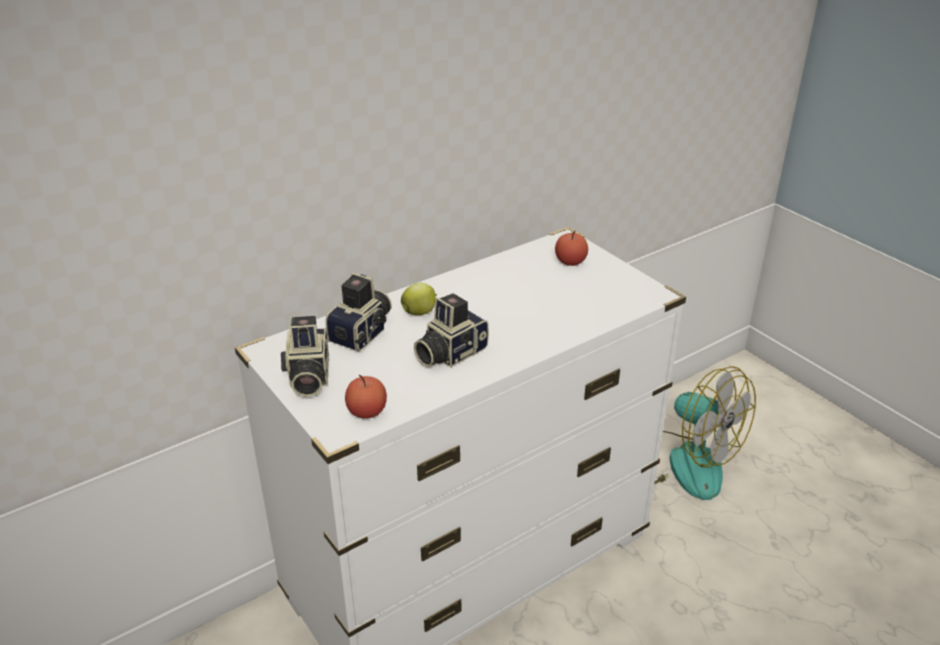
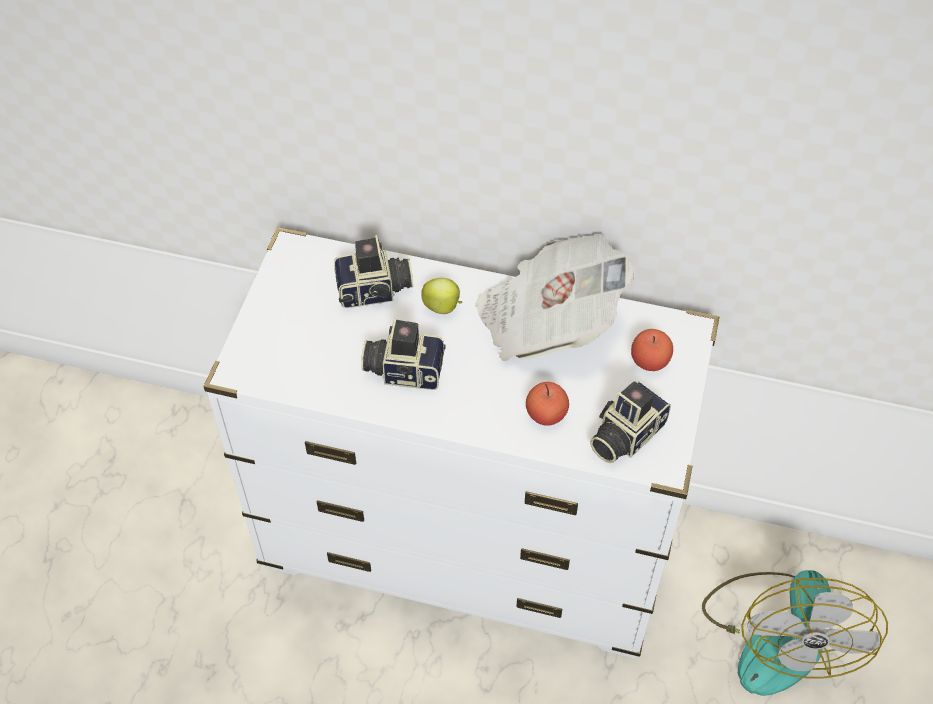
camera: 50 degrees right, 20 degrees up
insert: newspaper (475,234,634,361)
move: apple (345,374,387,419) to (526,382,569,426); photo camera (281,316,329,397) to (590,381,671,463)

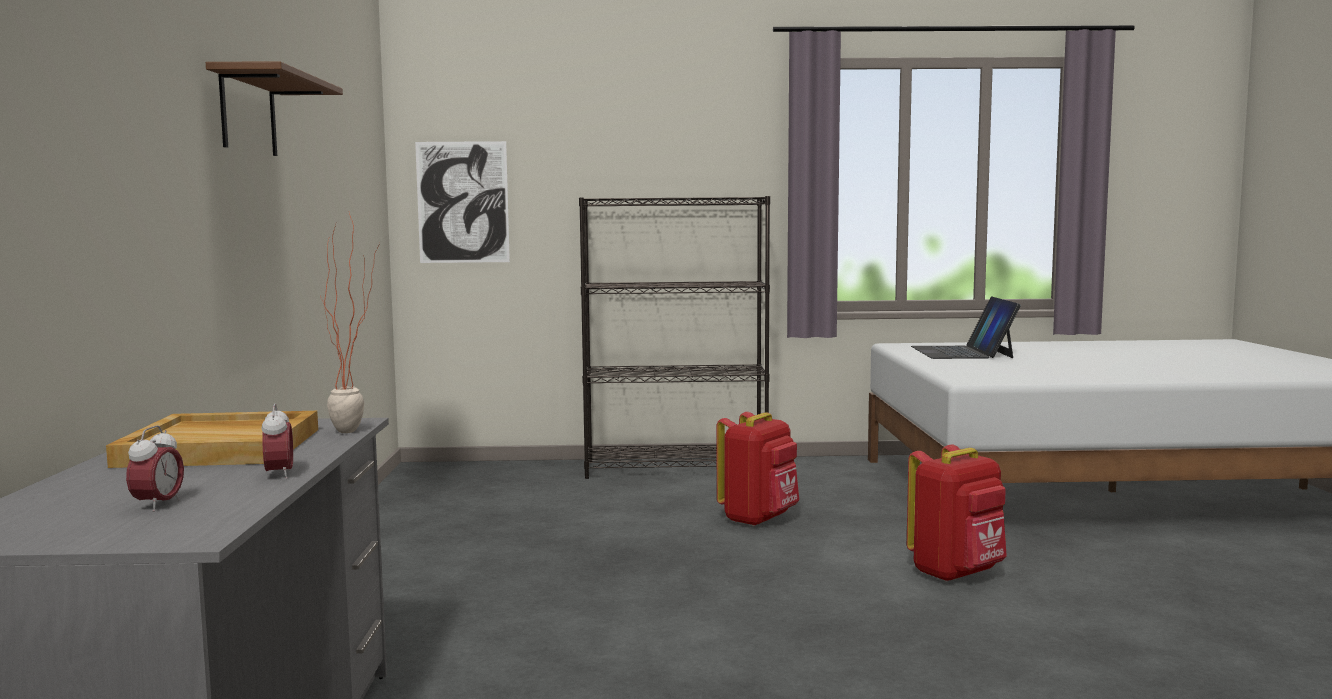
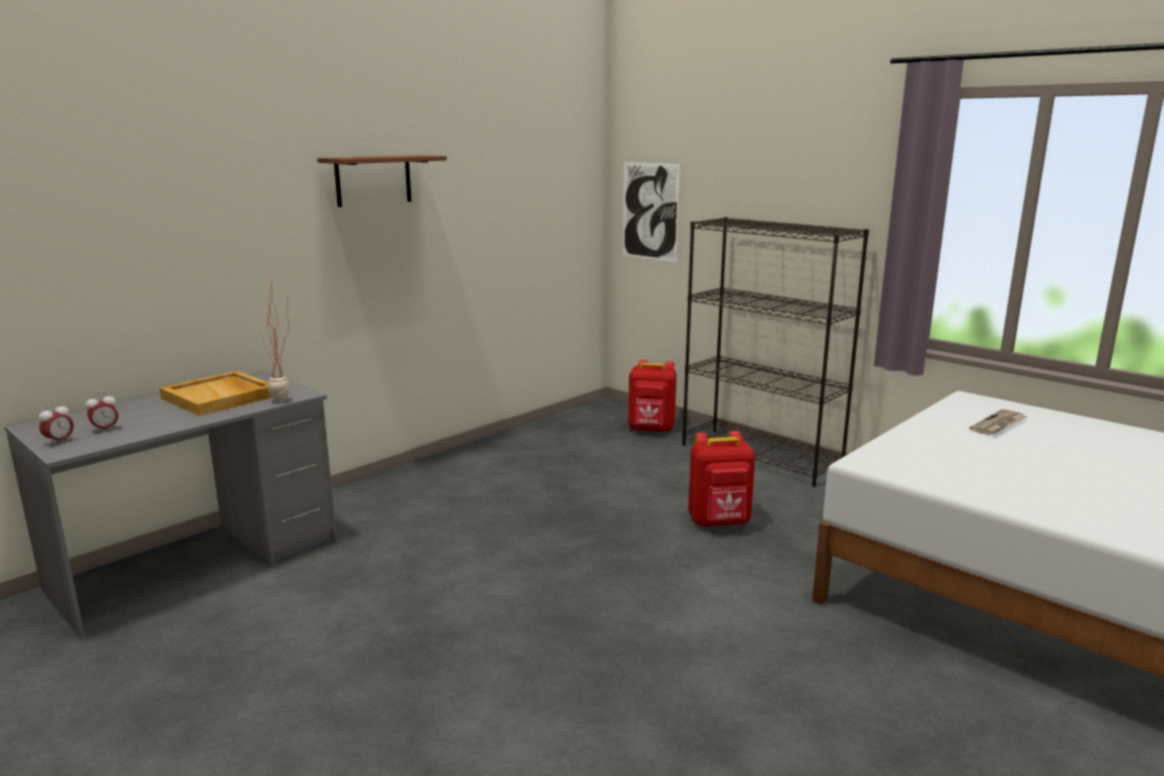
camera: 45 degrees right, 10 degrees up
move: alarm clock (262,403,293,479) to (39,403,74,446); backpack/red (907,445,1007,582) to (628,360,677,433)
replace: laptop (911,296,1021,359) to newspaper (969,409,1028,435)

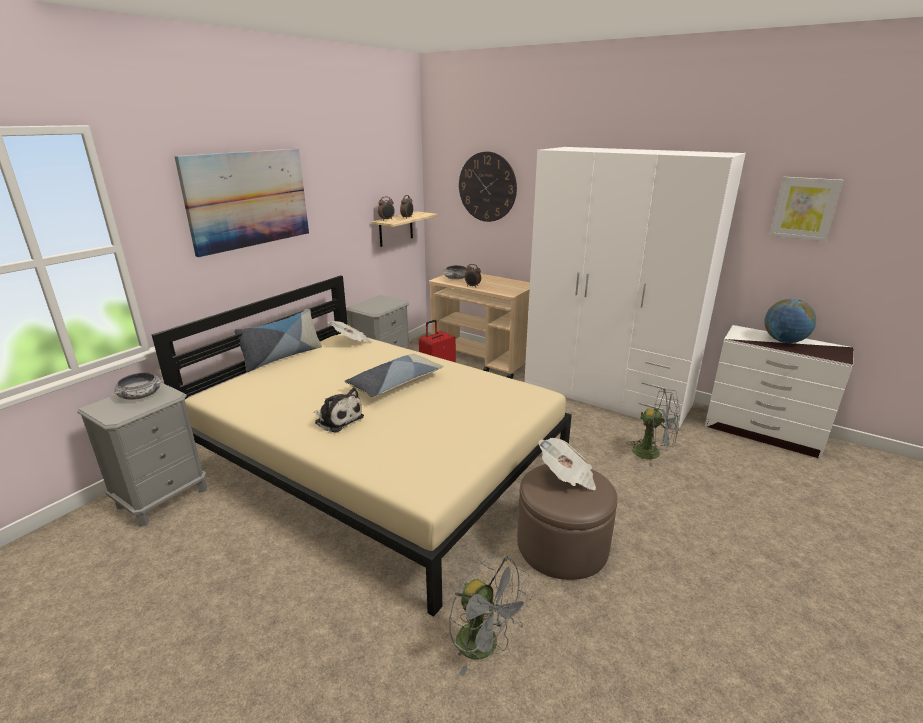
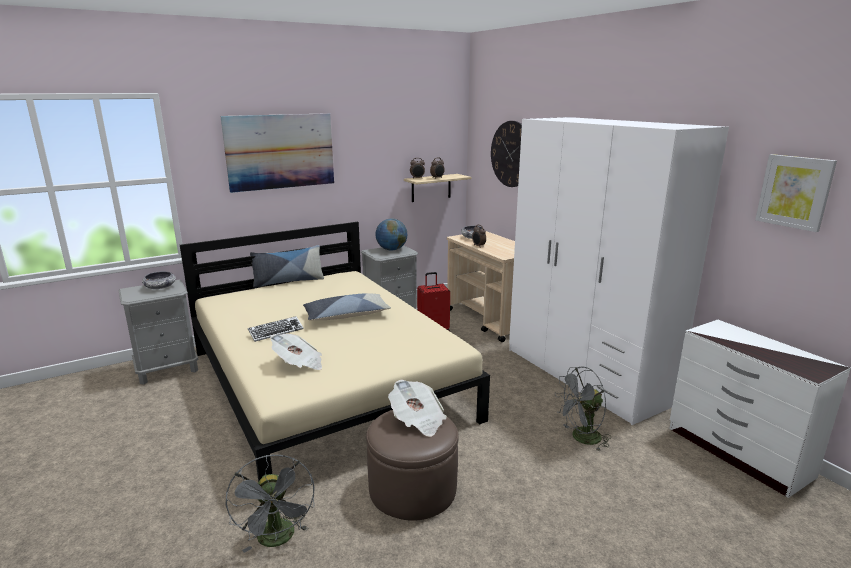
camera: 25 degrees right, 5 degrees down
move: newspaper (328,321,372,342) to (270,334,322,370); globe (764,299,816,343) to (375,218,407,251)
replace: plush toy (314,388,364,433) to keyboard (248,316,304,342)
rotate: fan/grey (628,388,680,467) = (555,367,611,451) 105 degrees clockwise

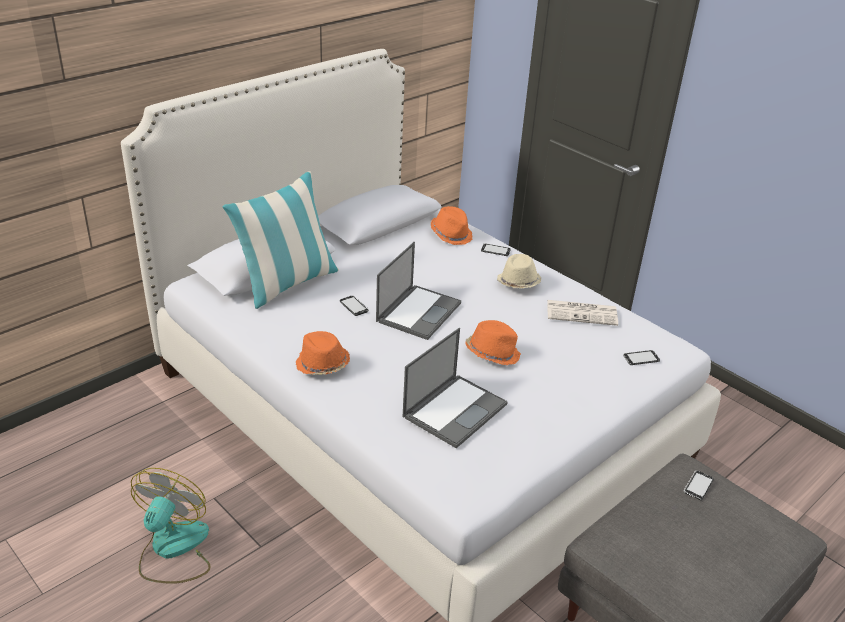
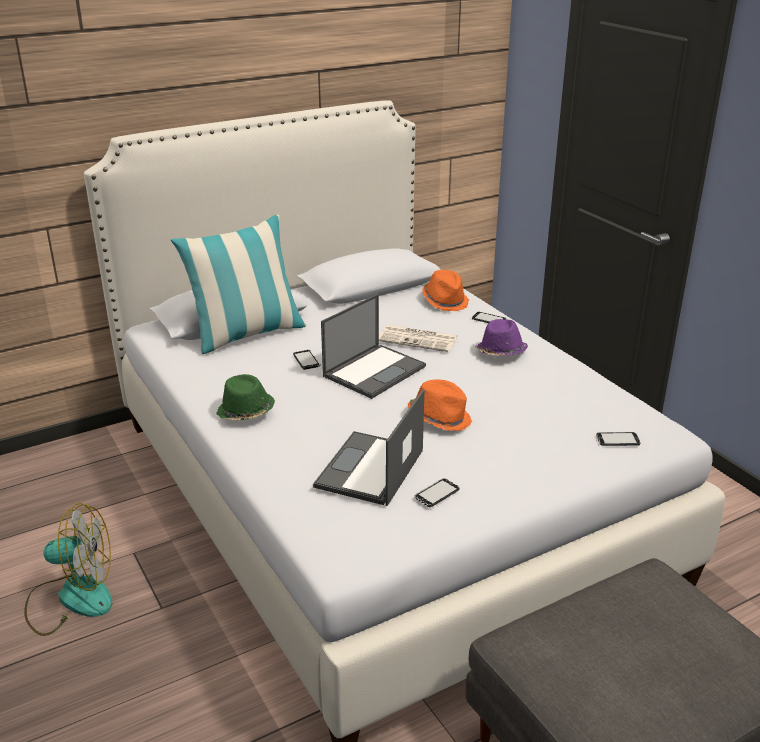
camera: 15 degrees right, 5 degrees down
move: newspaper (547,300,618,326) to (379,325,457,352); phone (684,470,714,500) to (414,478,459,507)
recolor: hat/orange (295,331,350,375) to hat/green (216,374,275,420); hat/beige (497,254,541,288) to hat/purple (475,319,528,356)
rotate: fan (131,468,211,584) = (24,503,112,636) 60 degrees clockwise; laptop (403,328,508,448) = (313,389,425,506) 150 degrees clockwise

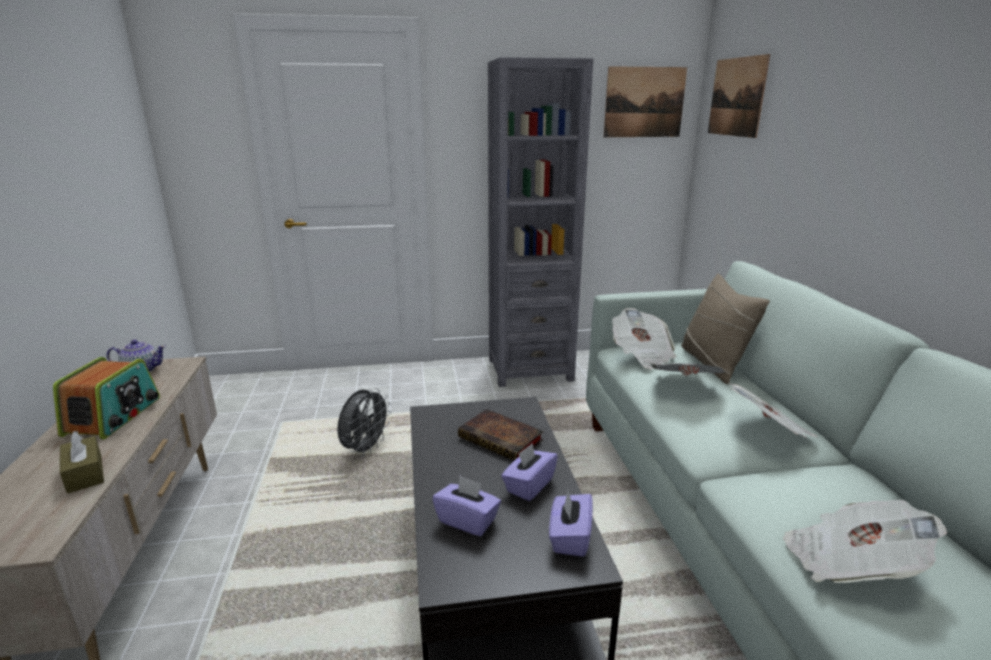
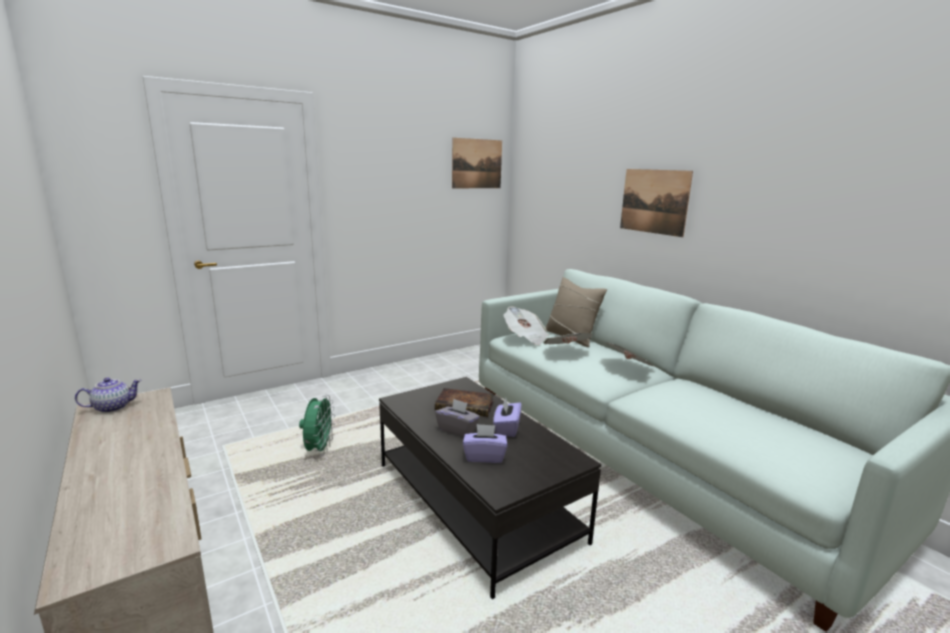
camera: 25 degrees left, 5 degrees down
delete: radio (53,357,160,439); tissue box/brown (60,431,104,493); bookcase/grey (488,57,593,387); tissue box/purple (549,491,593,557); newspaper (783,500,947,583)
insert: tissue box/grey (435,399,480,437)
move: picture (708,54,770,138) to (620,169,693,237)
recolor: fan/grey (337,388,392,457) to fan/green (299,395,335,455)

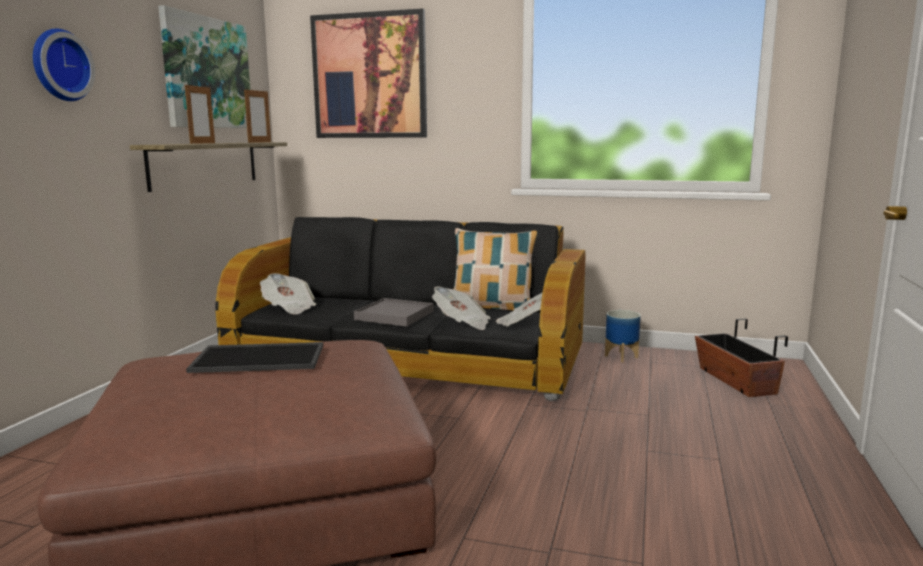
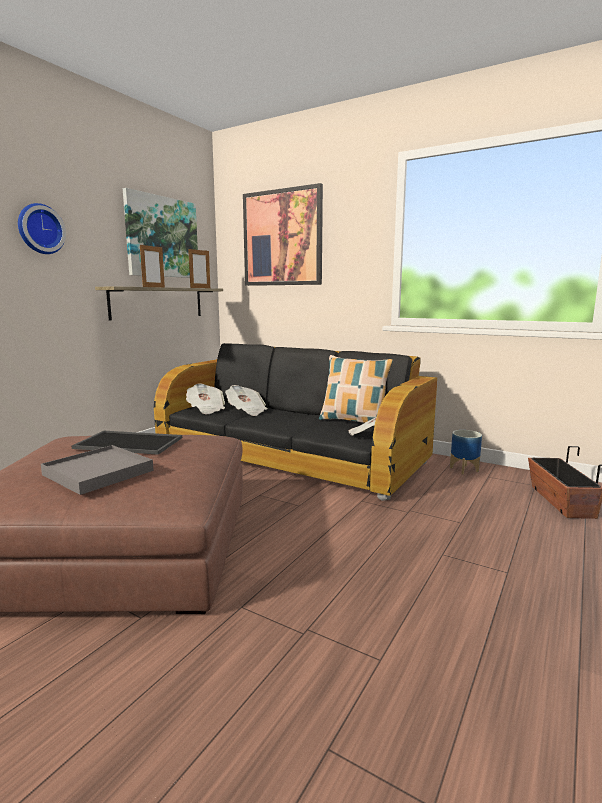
camera: 15 degrees right, 0 degrees up
move: tray/grey (354,298,434,327) to (41,445,154,495); newspaper (432,286,491,330) to (225,385,268,416)

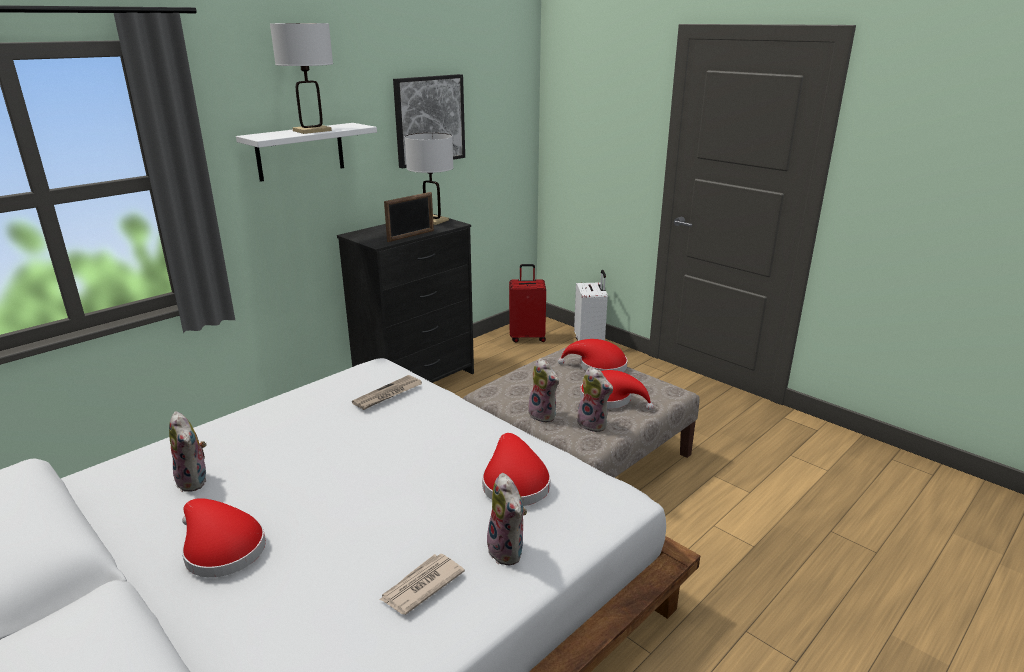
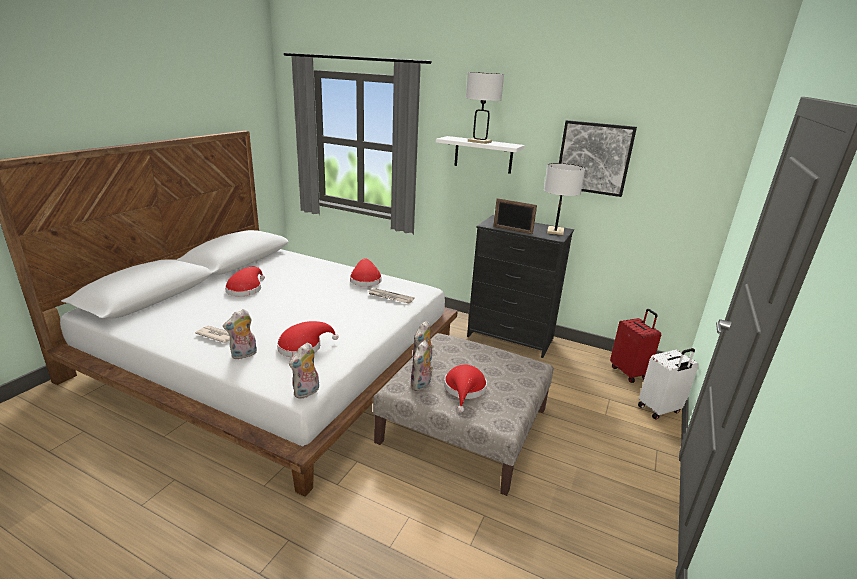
camera: 70 degrees right, 0 degrees up
move: plush toy (169,411,206,492) to (289,342,319,399); hat/red (558,339,628,372) to (350,258,382,287)

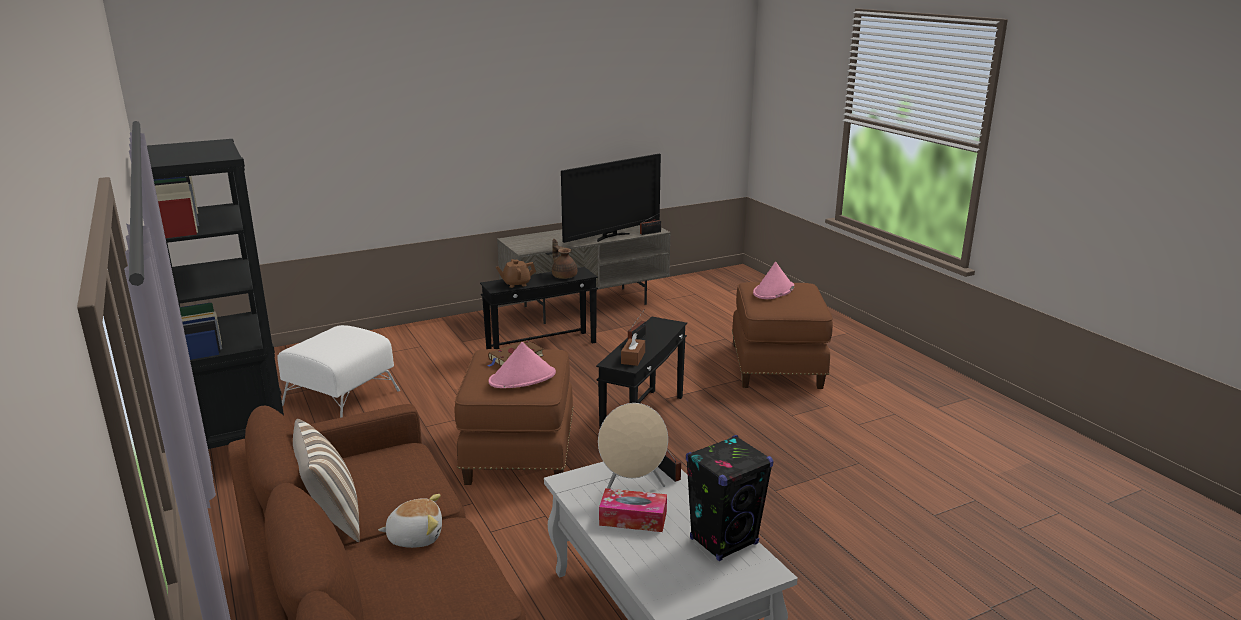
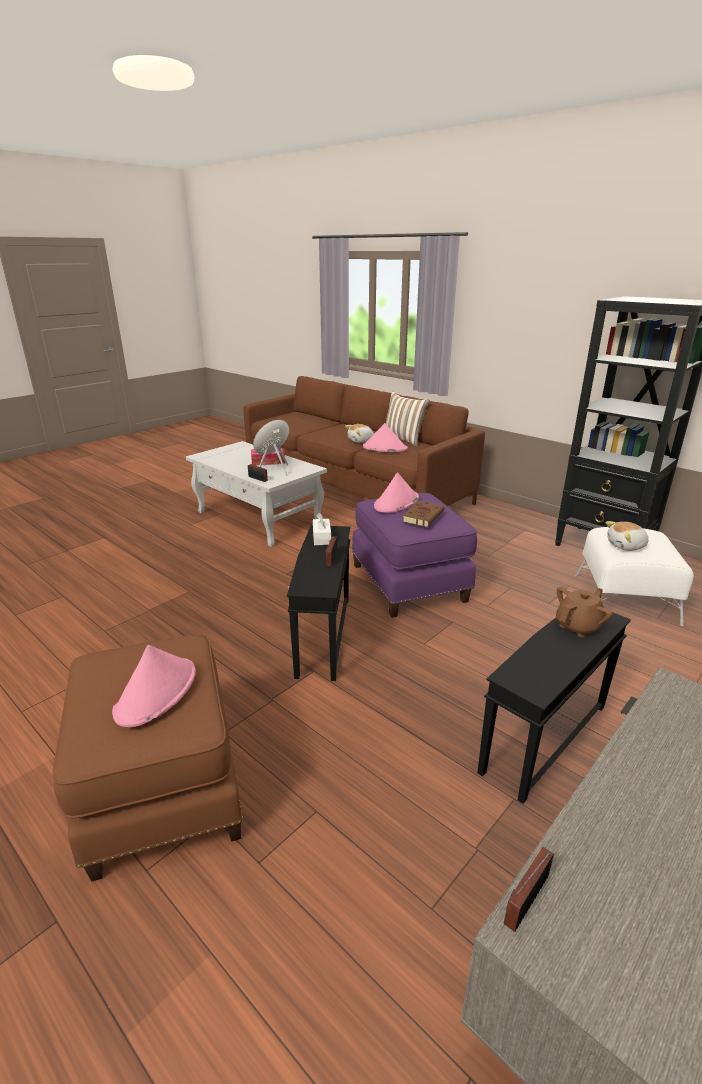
camera: 160 degrees right, 5 degrees up
delete: teapot/brown (552,239,577,279); television (561,154,661,243); speaker/black (686,435,773,561)
insert: hat/pink (363,423,408,452); plush toy (606,521,648,551)
recolor: tissue box/brown (621,333,645,366) to tissue box/white (313,513,331,545); ottoman/brown (454,349,573,485) to ottoman/purple (352,493,477,618)

